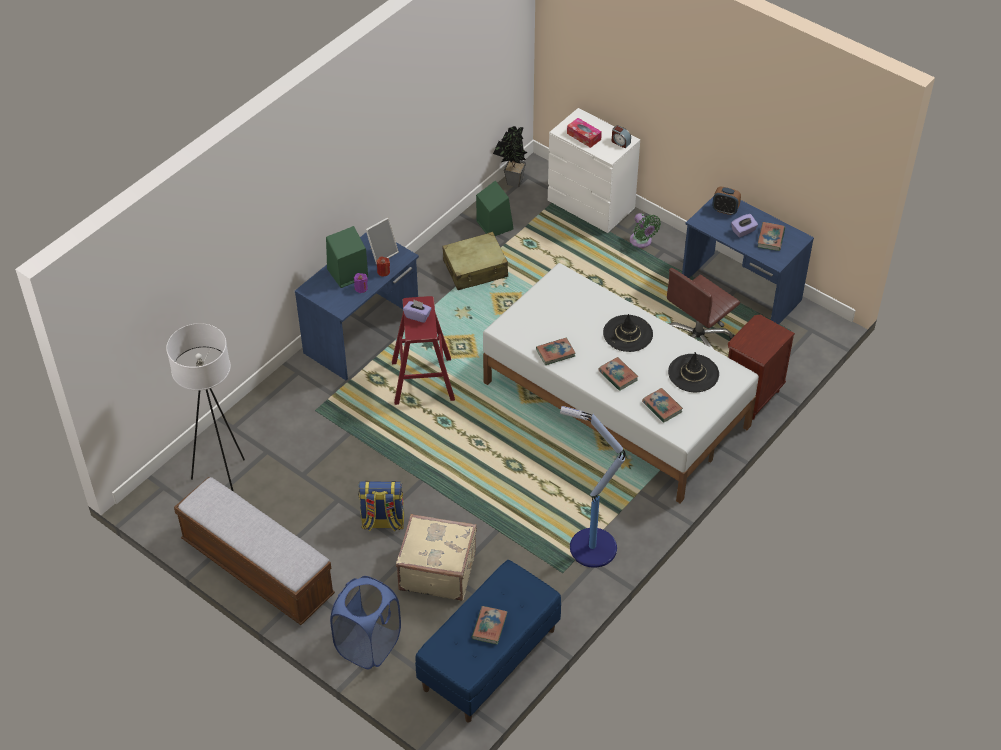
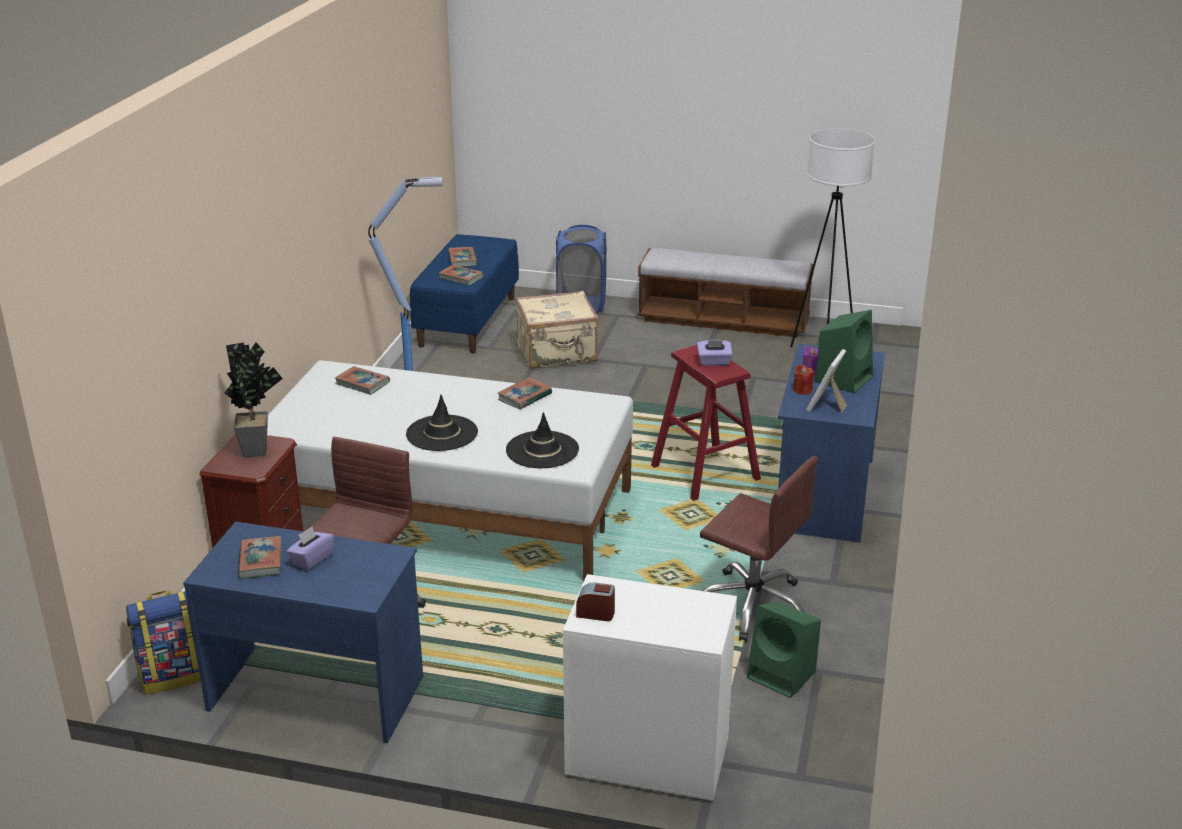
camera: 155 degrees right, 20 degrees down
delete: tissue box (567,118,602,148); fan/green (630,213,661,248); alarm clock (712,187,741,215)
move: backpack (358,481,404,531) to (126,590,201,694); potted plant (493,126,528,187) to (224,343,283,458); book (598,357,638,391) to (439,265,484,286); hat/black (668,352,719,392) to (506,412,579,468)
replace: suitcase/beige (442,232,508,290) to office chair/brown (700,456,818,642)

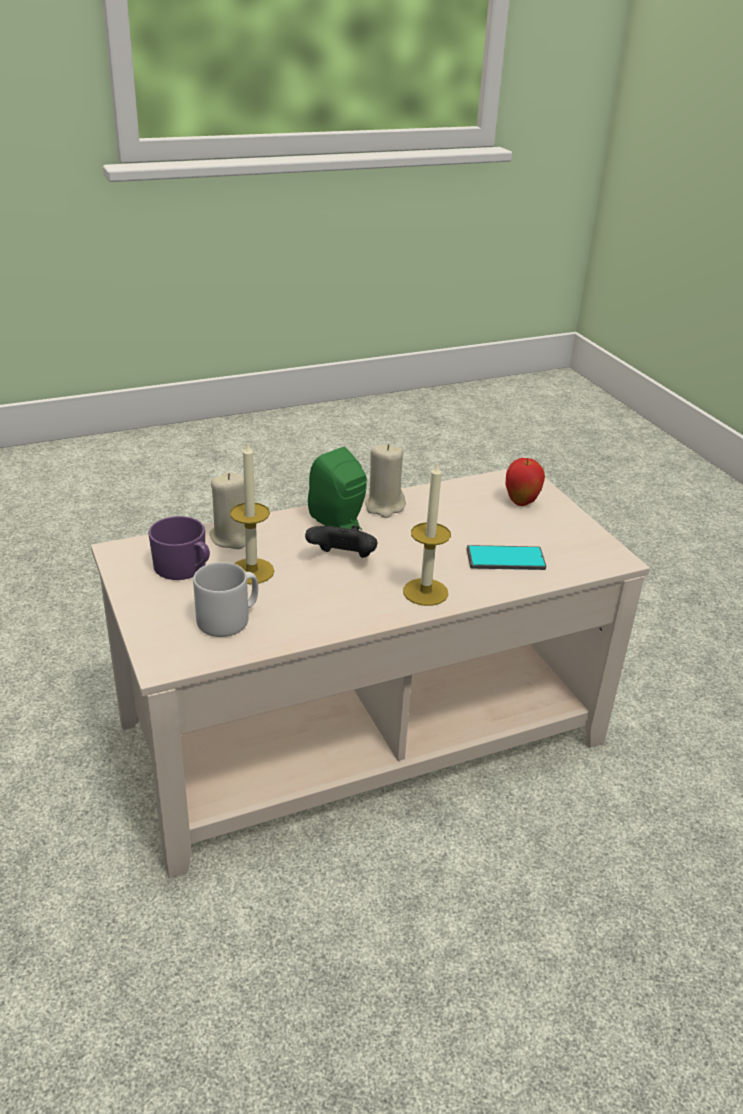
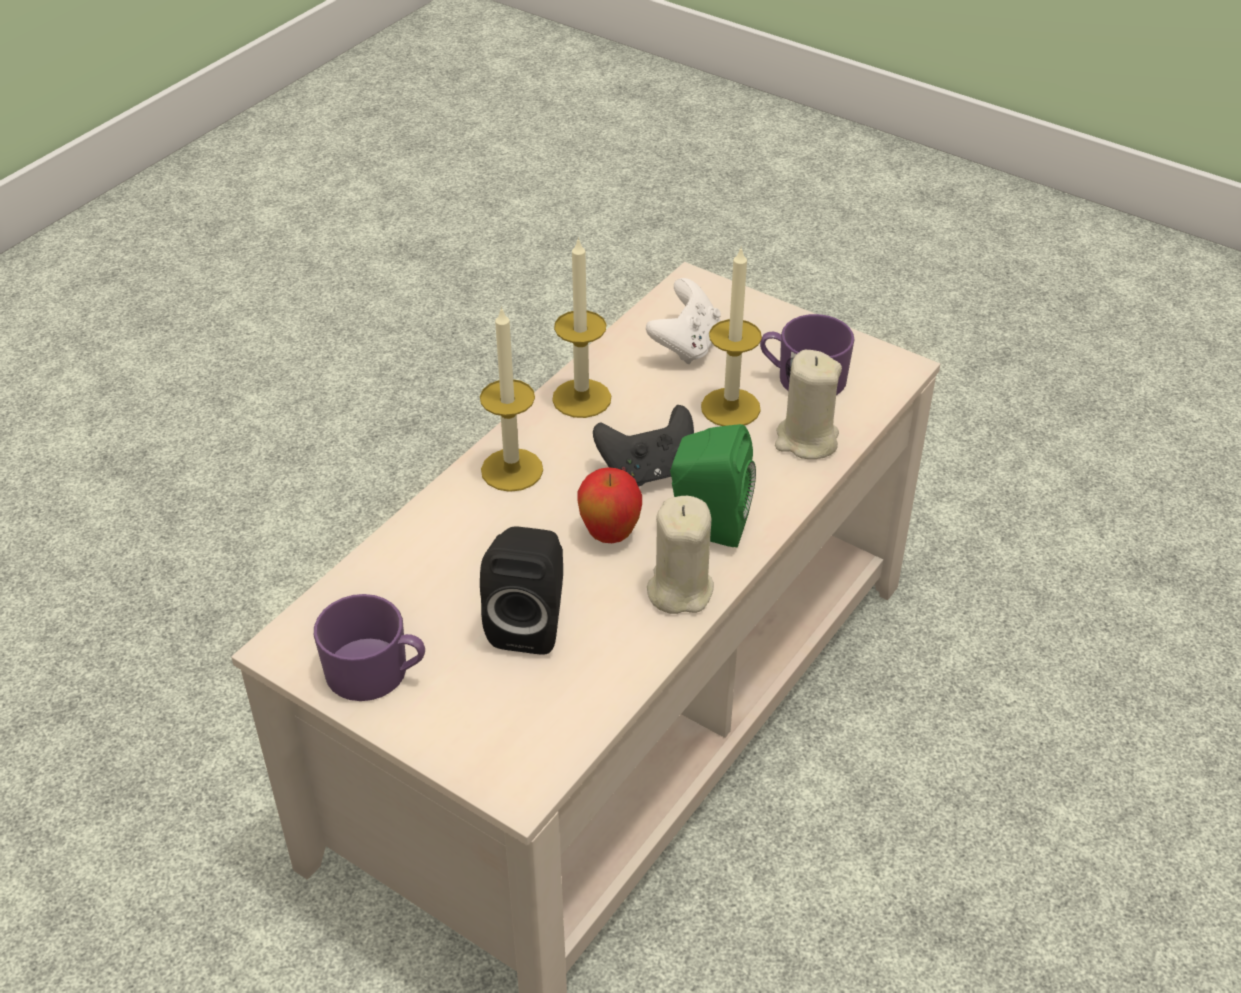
camera: 150 degrees right, 10 degrees up
delete: phone (467,545,546,570)
insert: mug/purple (314,594,425,701); speaker/black (480,526,563,655); candle (552,237,611,418)
move: apple (505,458,545,506) to (577,467,642,543)
replace: mug/grey (193,562,258,637) to game controller/white (646,278,721,364)

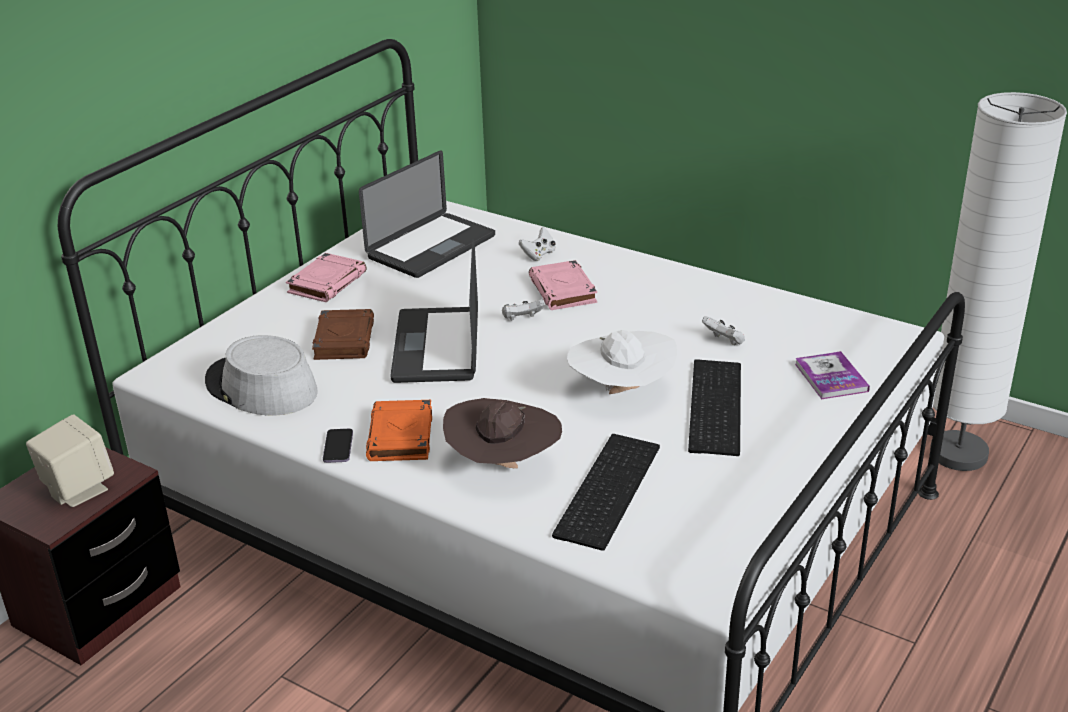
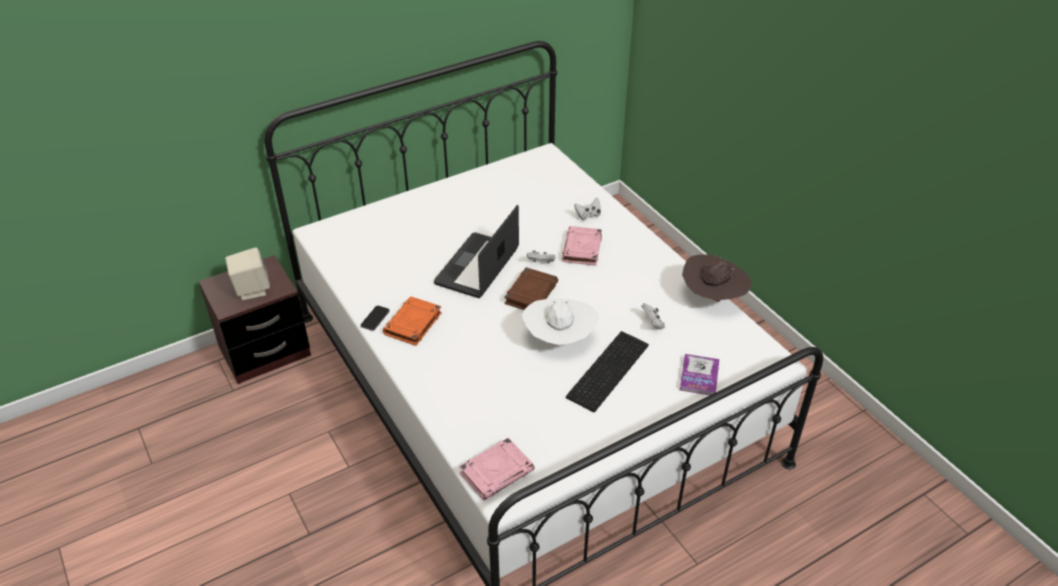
camera: 25 degrees right, 10 degrees up
delete: hat/grey (205,335,318,416); laptop (359,150,495,278); keyboard (552,434,660,551); floor lamp/white (930,92,1067,471)
move: book/pink (286,253,366,302) to (459,438,534,501); book/brown (312,309,374,360) to (504,267,558,310); hat/brown (443,398,562,469) to (682,254,751,302)

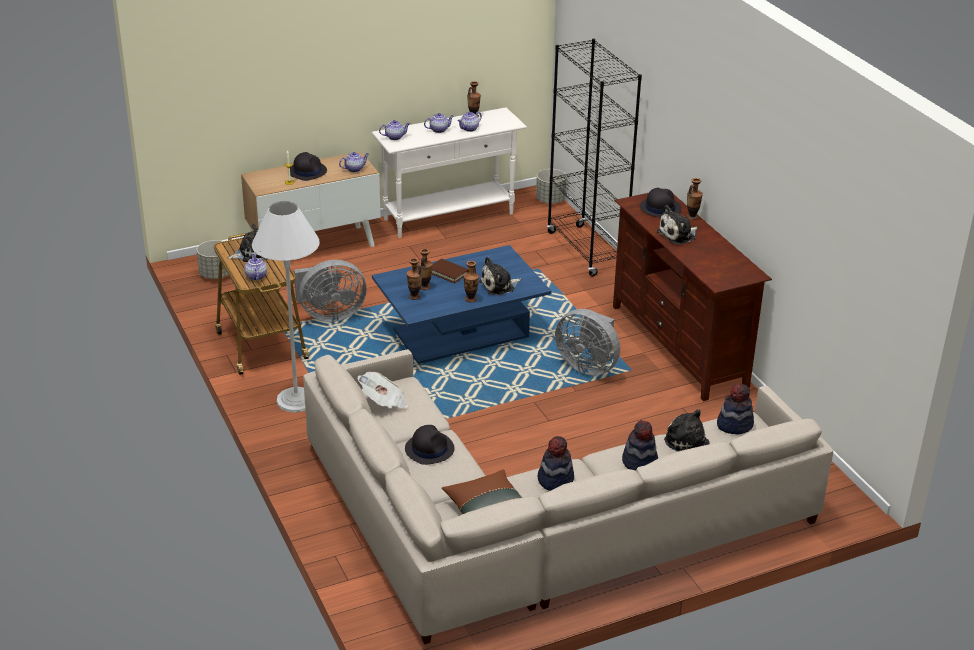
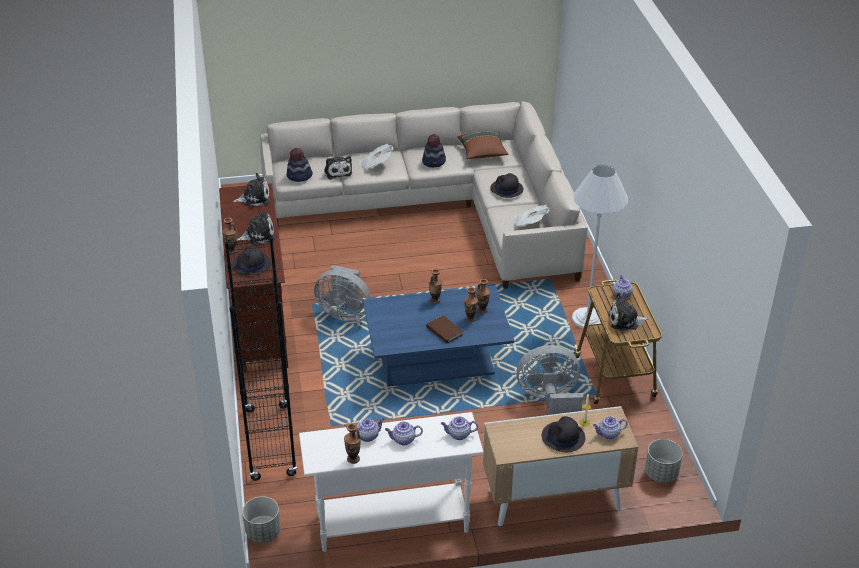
camera: 165 degrees left, 5 degrees up
move: plush toy (479,257,521,295) to (233,173,270,206); teapot (339,152,369,172) to (593,416,628,439)
replace: hat (622,420,658,471) to newspaper (359,144,393,170)
rotate: fan/grey (555,308,620,376) = (314,265,371,321) 150 degrees clockwise

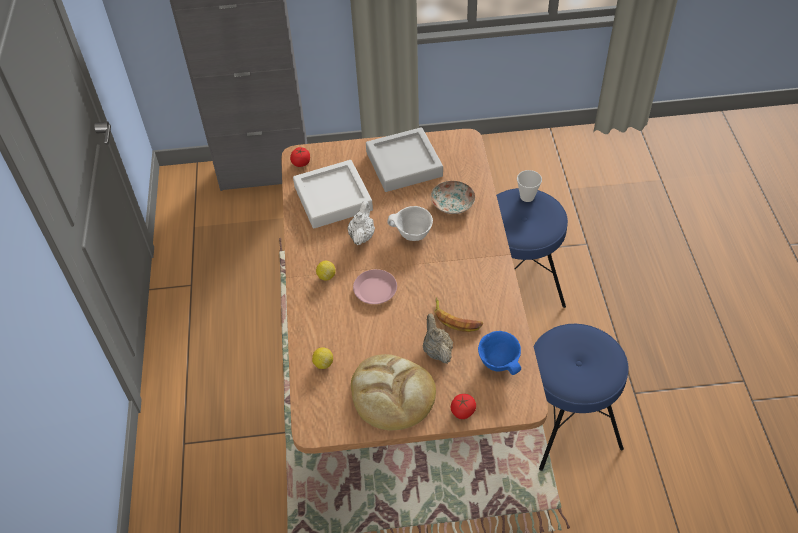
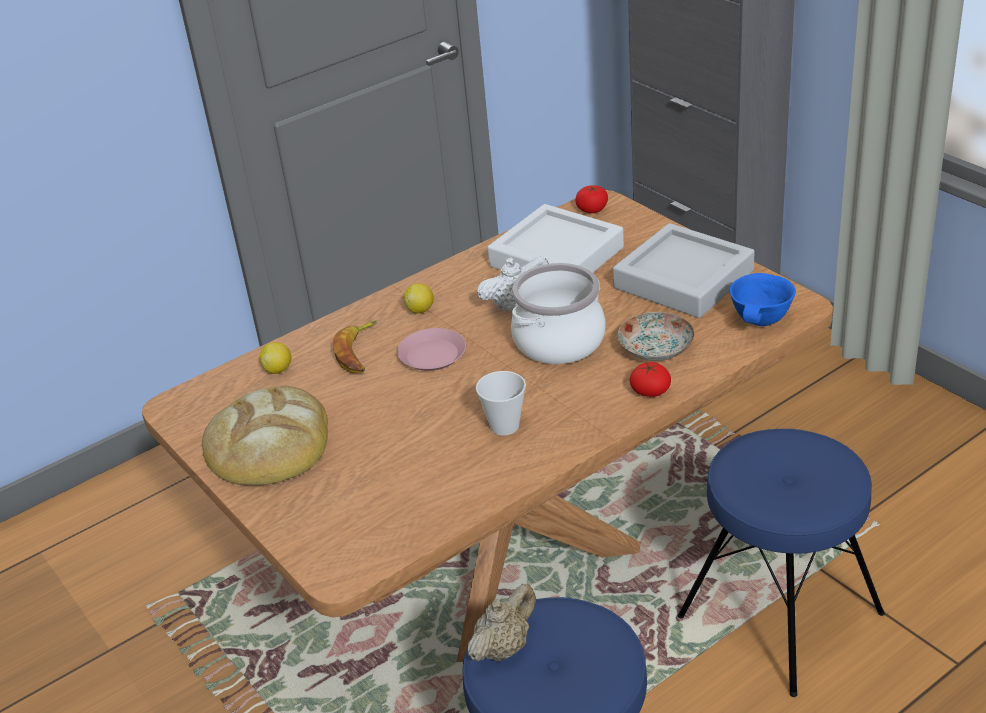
camera: 60 degrees right, 15 degrees down
move: banana (434,297,484,332) to (333,320,377,373); teapot/beige (423,313,453,364) to (467,584,536,662); cup (517,170,542,202) to (476,371,526,435); tomato (451,394,476,419) to (630,362,671,397); bowl/blue (478,331,521,375) to (729,273,796,326)
replace: bowl/white (387,206,433,241) to cooking pot (511,263,605,364)

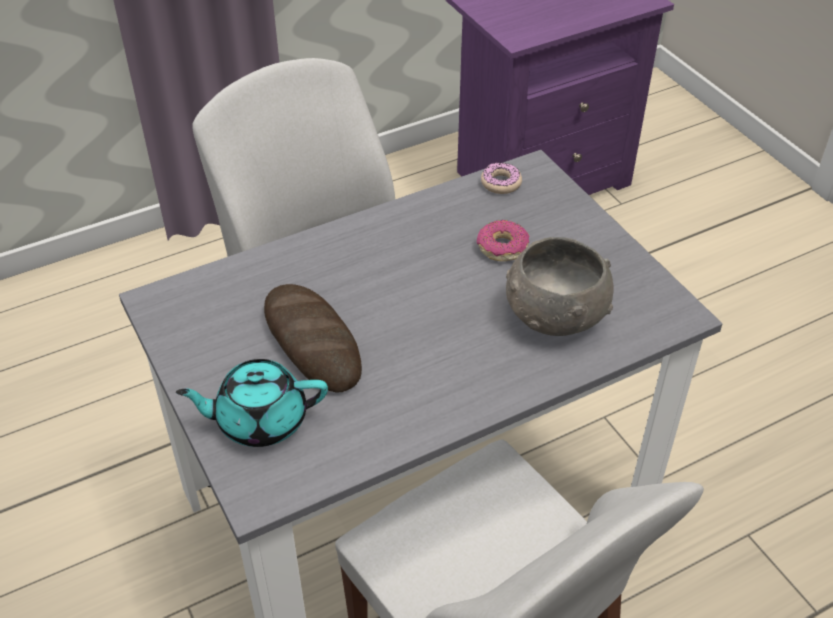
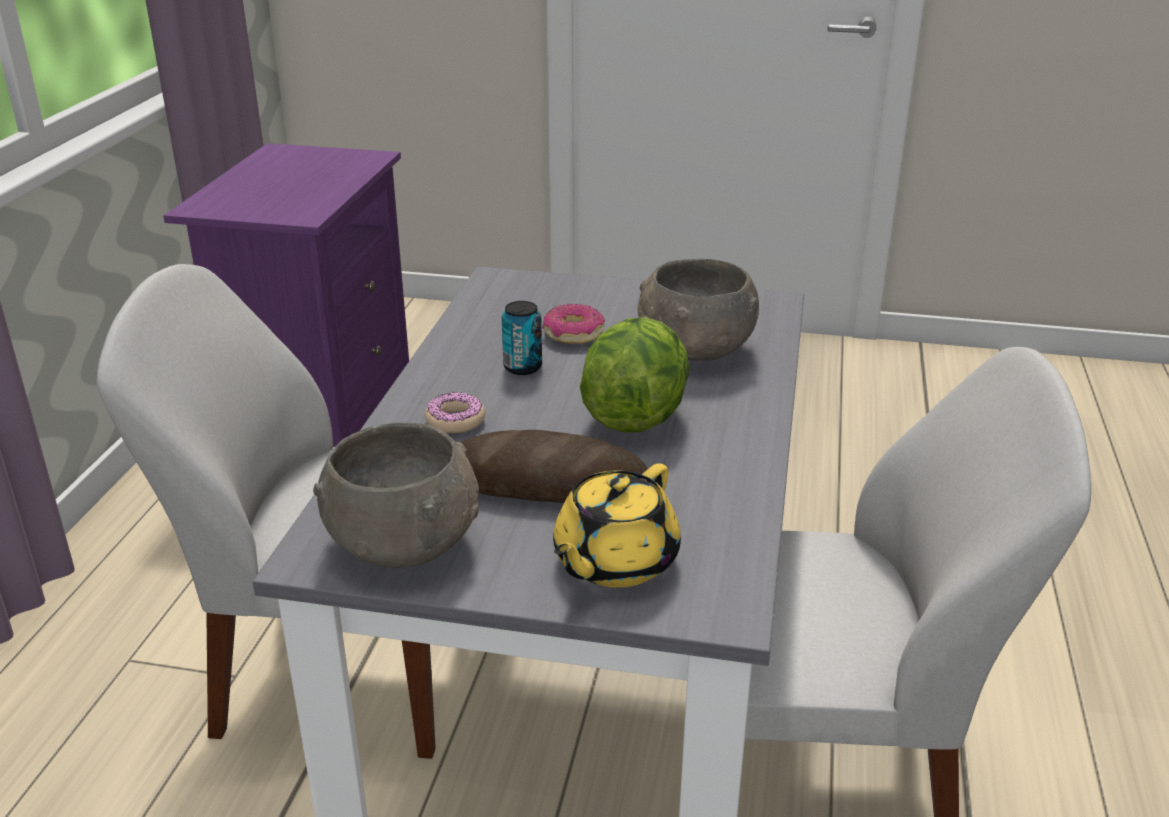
camera: 50 degrees left, 15 degrees down
insert: bowl/grey (313,422,479,568); can (502,301,542,375); lettuce (580,317,689,433)
move: donut (481,163,522,194) to (425,392,485,433)
recolor: teapot/turquoise (176,359,328,447) to teapot/yellow (553,463,681,587)

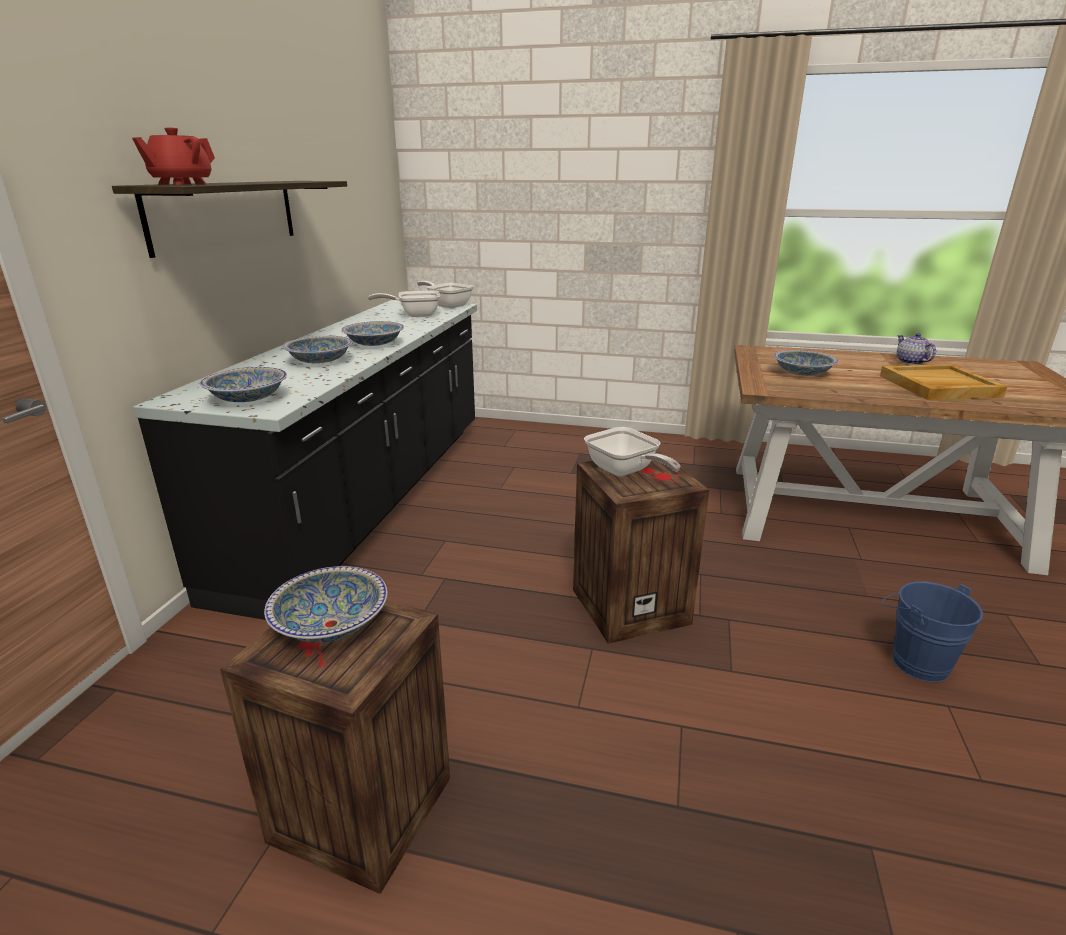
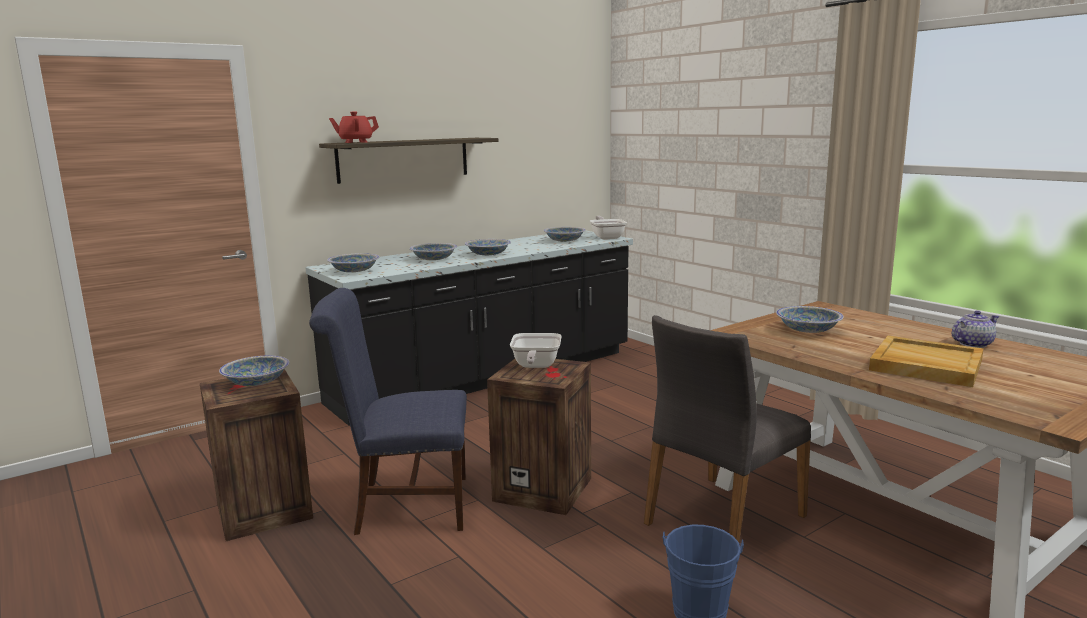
camera: 40 degrees right, 10 degrees down
insert: chair/blue (309,288,467,535); chair/grey (644,315,811,542)
replace: frying pan (368,290,440,317) to bowl (544,227,586,242)
rotate: teapot (896,333,936,365) = (952,310,1000,348) 45 degrees clockwise

